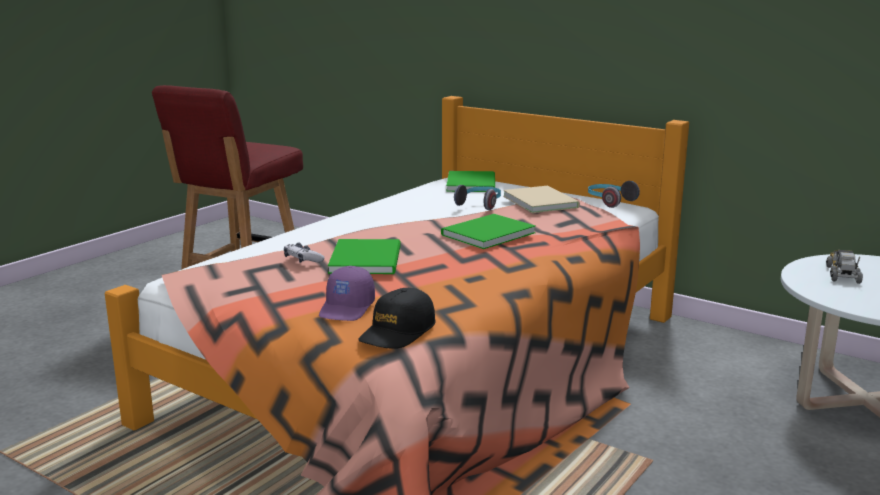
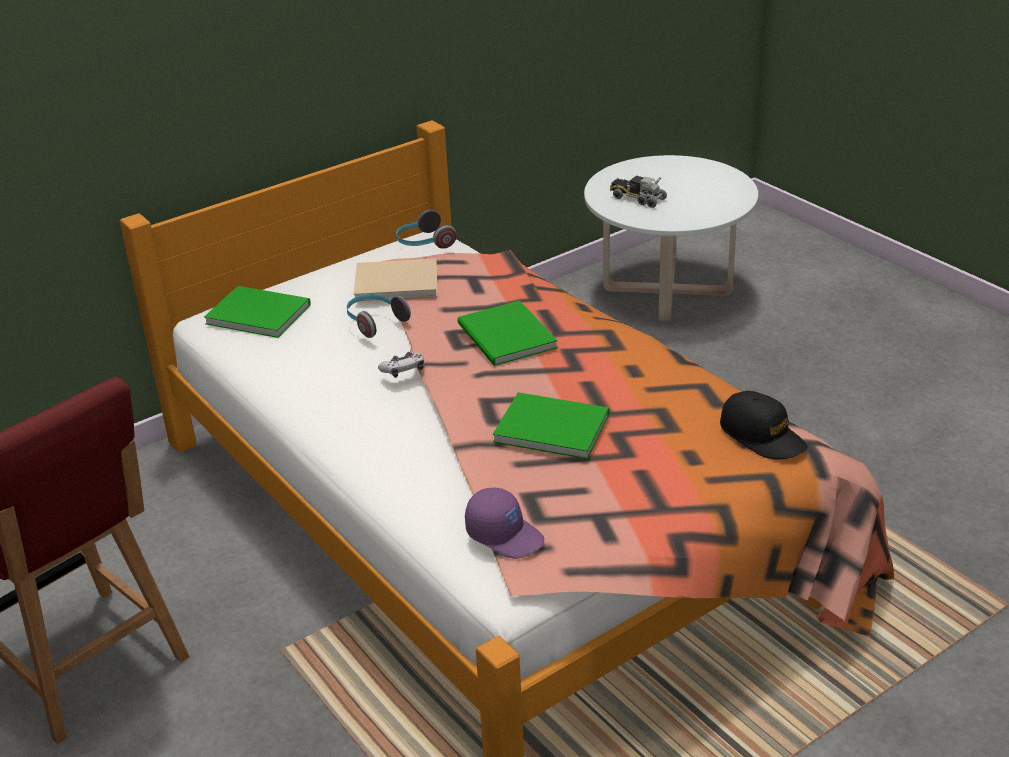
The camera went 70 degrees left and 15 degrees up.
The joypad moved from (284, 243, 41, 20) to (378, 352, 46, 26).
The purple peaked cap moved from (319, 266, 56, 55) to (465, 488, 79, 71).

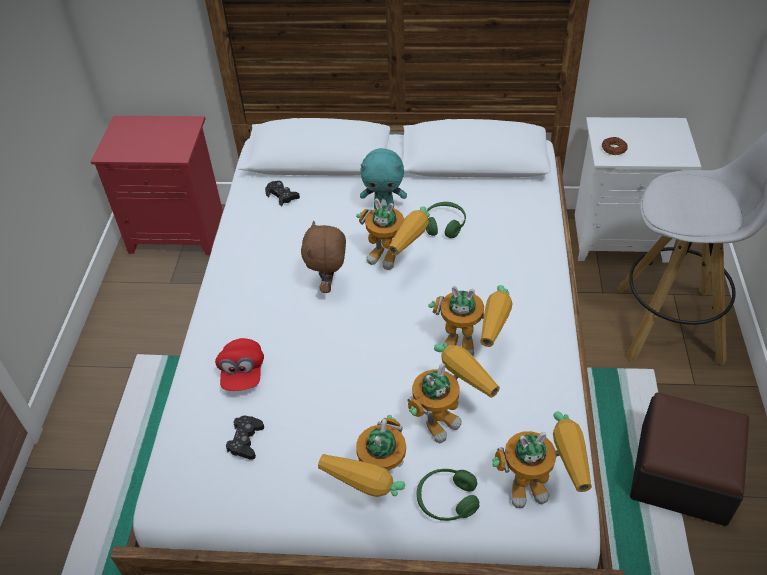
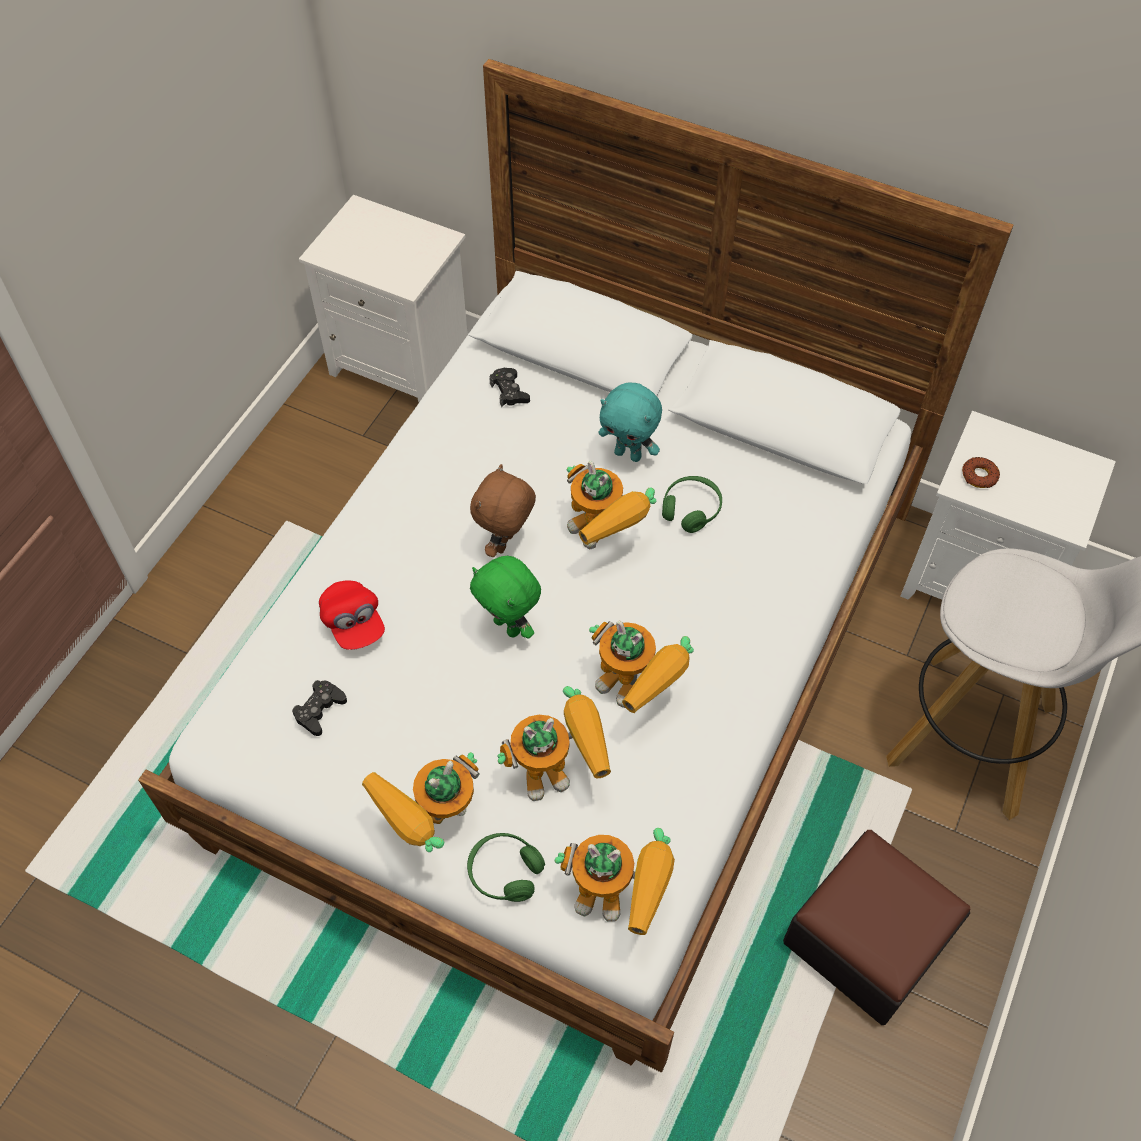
The camera went 20 degrees right and 10 degrees up.
The red bedside table at (91, 116, 132, 139) became the white-coloured bedside table at (299, 195, 169, 207).
The red peaked cap at (215, 338, 49, 53) turned 45 degrees counterclockwise.
The greenish soft toy at (470, 556, 71, 83) appeared.

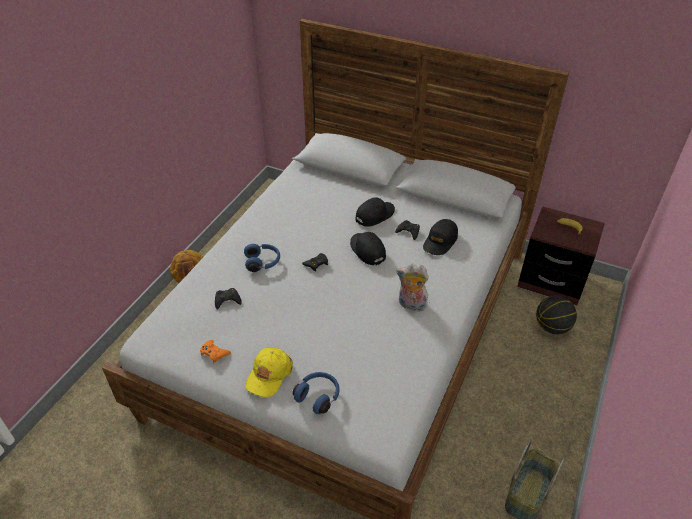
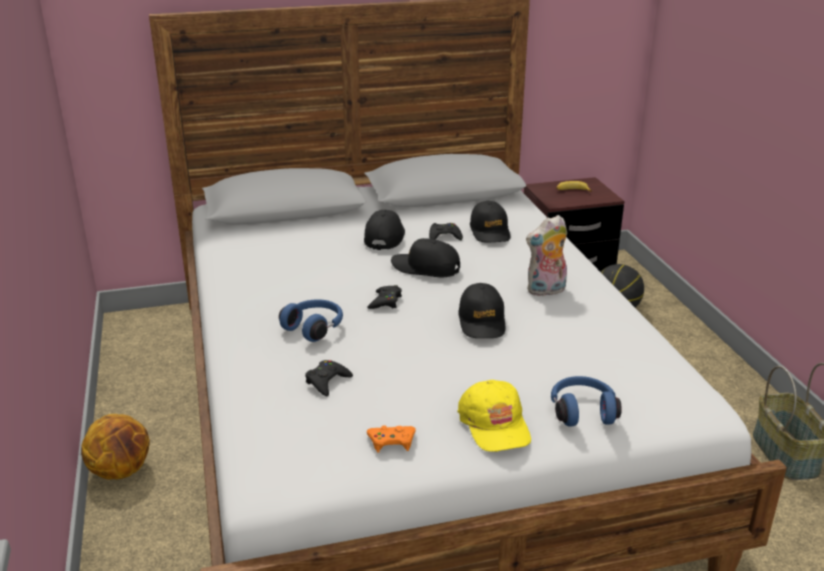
The camera went 40 degrees left and 15 degrees down.
The black peaked cap at (458, 283, 47, 55) appeared.

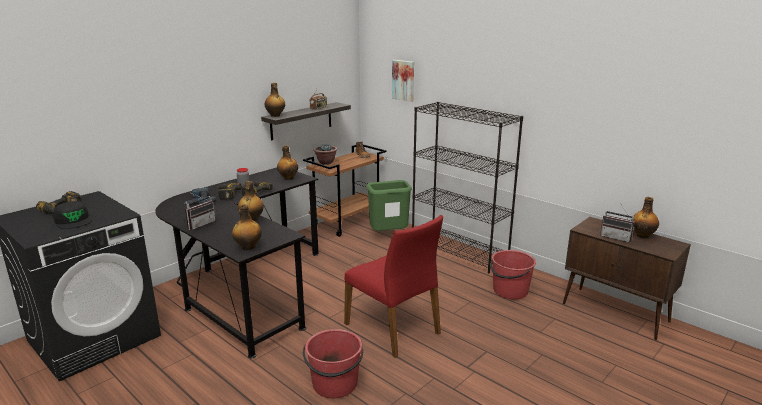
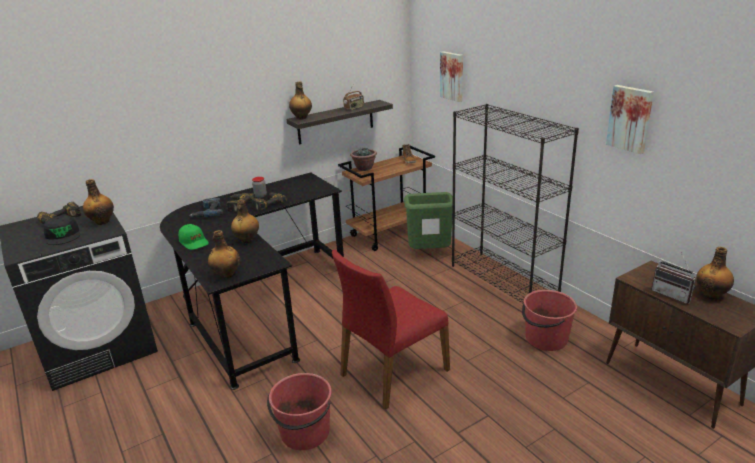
The camera went 15 degrees right and 5 degrees up.
The bottle moved from (277, 146, 21, 34) to (83, 179, 31, 46).
The radio at (185, 192, 30, 38) was replaced by the greenish peaked cap at (178, 224, 31, 26).
The red chair at (344, 215, 99, 143) turned 75 degrees clockwise.
The picture at (606, 85, 48, 69) appeared.

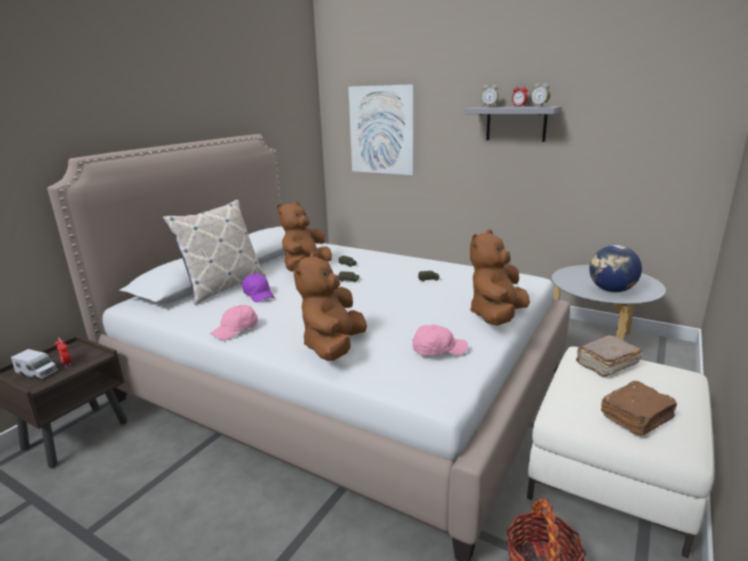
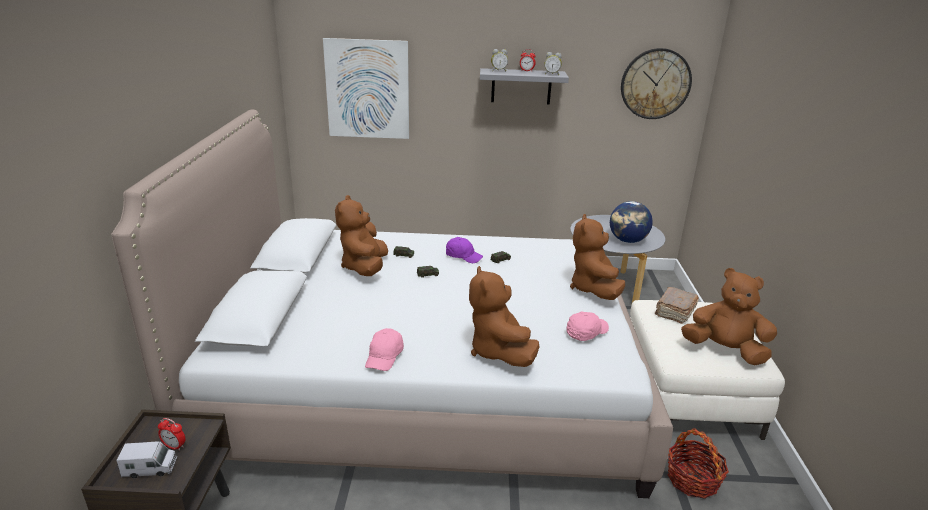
The camera went 30 degrees left and 5 degrees up.
The throw pillow at (162, 200, 104, 105) disappeared.
The purple peaked cap moved from (242, 273, 32, 29) to (446, 237, 37, 26).
The brown bound book at (601, 381, 76, 55) was replaced by the brown soft toy at (681, 268, 96, 97).
The hanging clock at (621, 48, 71, 71) appeared.

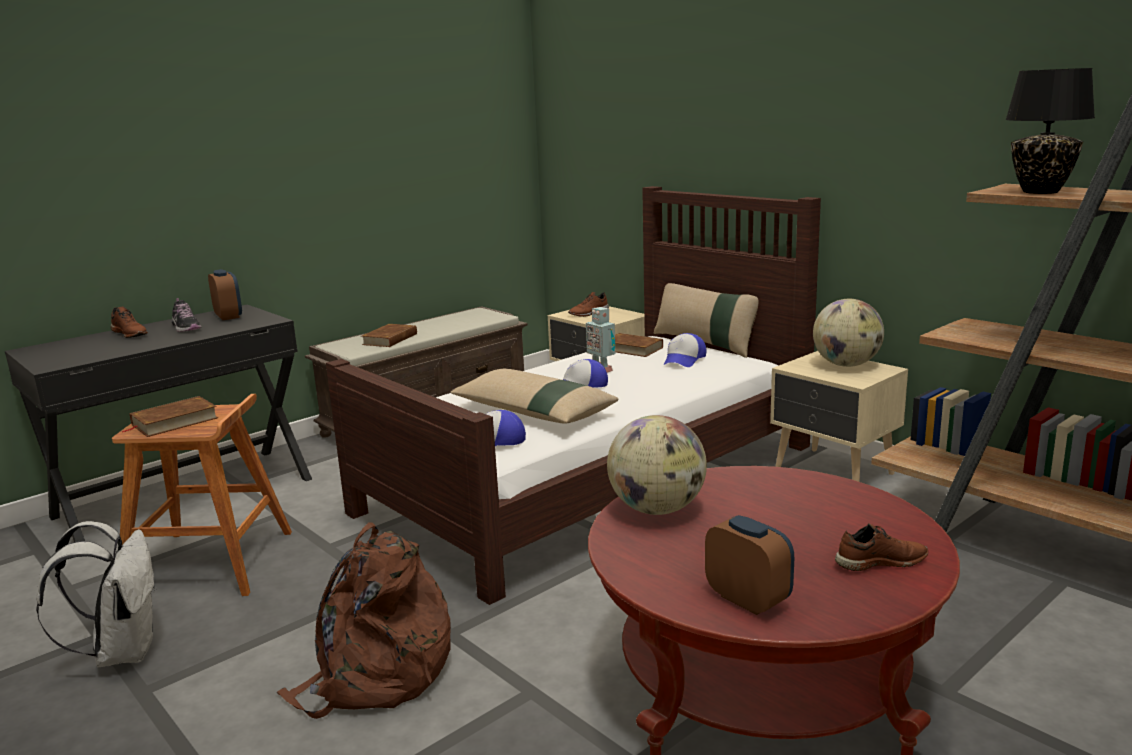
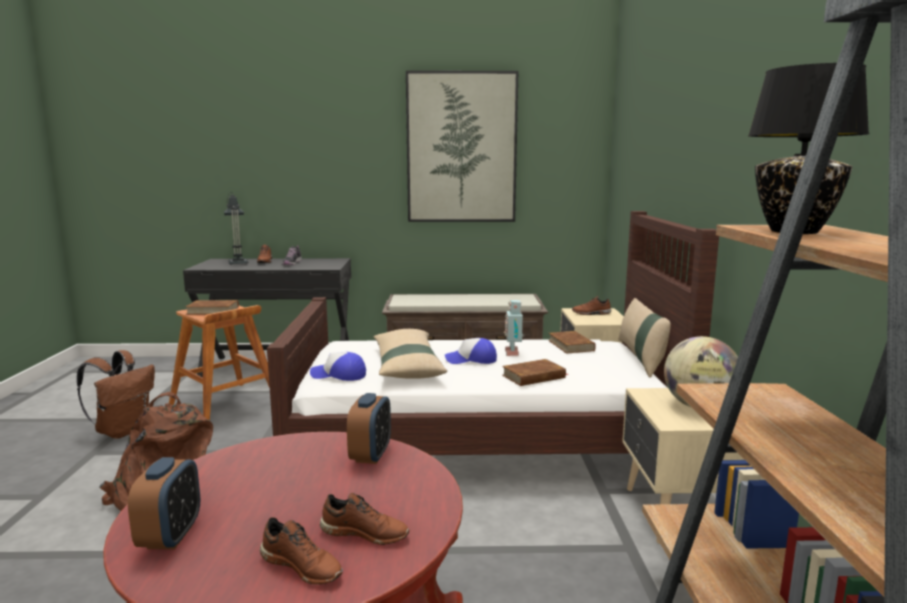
The camera went 40 degrees right and 5 degrees down.
The alarm clock moved from (208, 269, 34, 51) to (347, 393, 44, 71).
The brown bound book moved from (361, 324, 56, 23) to (502, 359, 67, 27).
The peaked cap at (664, 333, 42, 34) disappeared.
The desk globe at (607, 415, 100, 100) disappeared.
The white-coloured backpack at (36, 521, 121, 146) became the brown backpack at (77, 350, 78, 89).
The picture at (406, 70, 112, 152) appeared.
The tabletop lamp at (224, 192, 24, 73) appeared.
The brown low shoe at (320, 493, 90, 52) appeared.

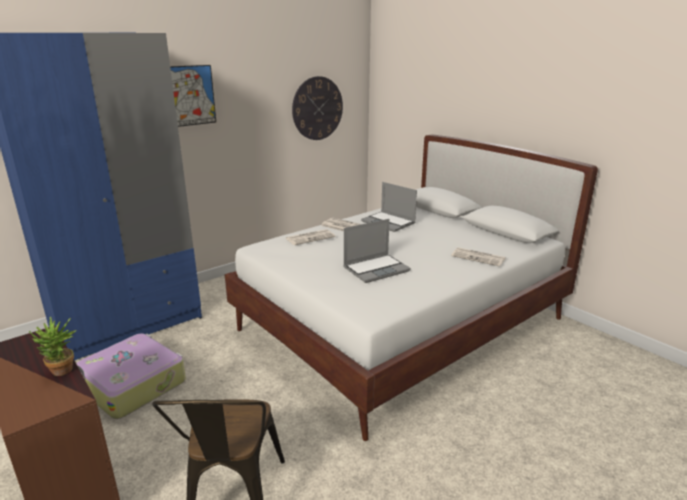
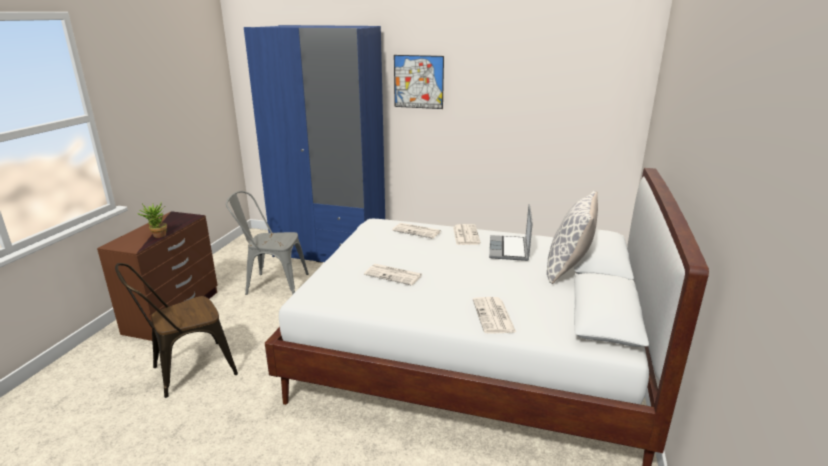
The camera went 55 degrees right and 0 degrees up.
The hanging clock at (292, 76, 51, 64) disappeared.
The notebook computer at (343, 219, 68, 64) was replaced by the printed paper at (364, 264, 58, 22).
The piece of luggage at (76, 333, 110, 86) was replaced by the grey chair at (226, 191, 83, 104).
The throw pillow at (547, 191, 51, 93) appeared.

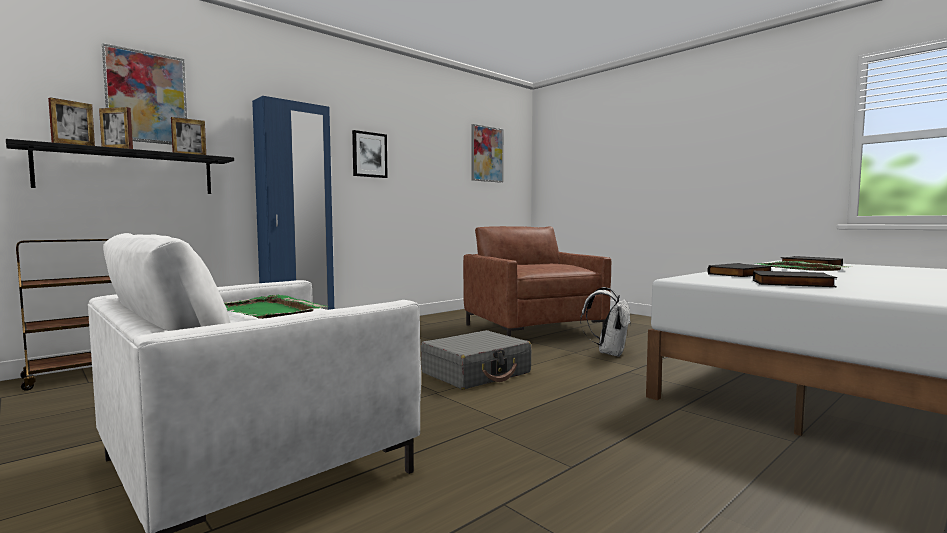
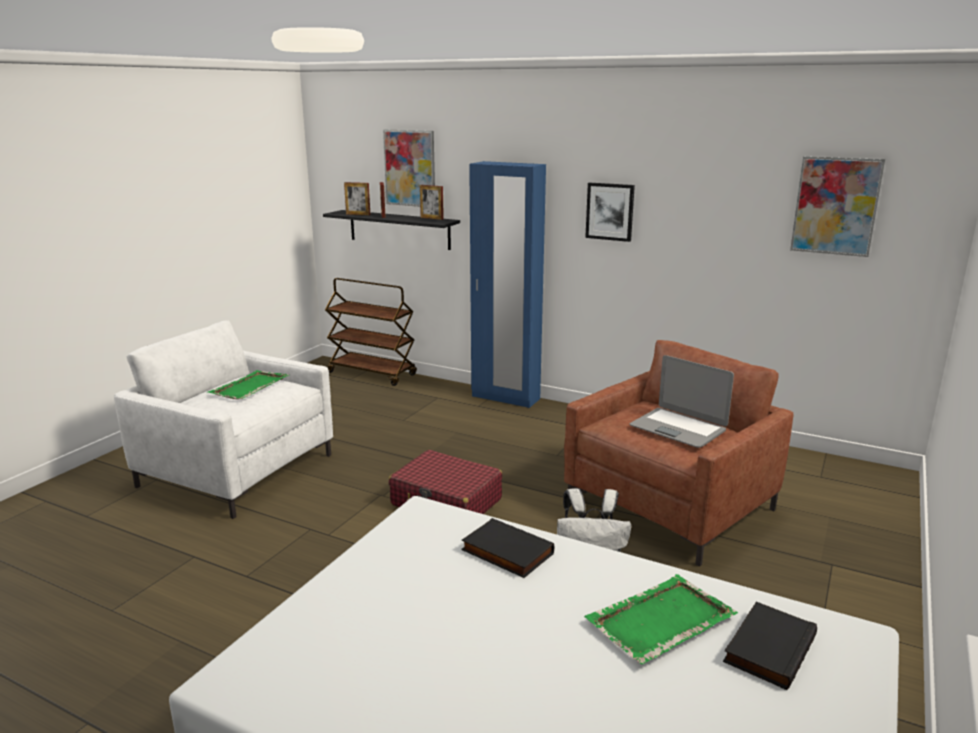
The camera went 70 degrees right and 15 degrees up.
The black bound book at (753, 271, 84, 16) disappeared.
The grey piece of luggage at (421, 330, 110, 59) became the red piece of luggage at (389, 450, 113, 64).
The notebook computer at (630, 355, 104, 93) appeared.

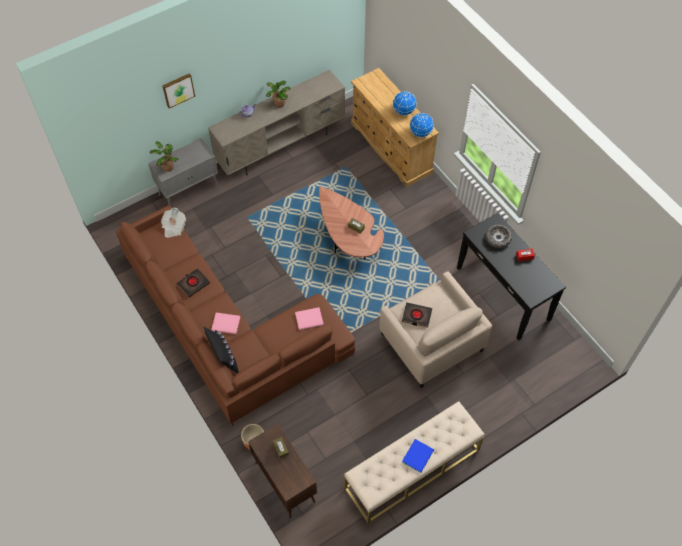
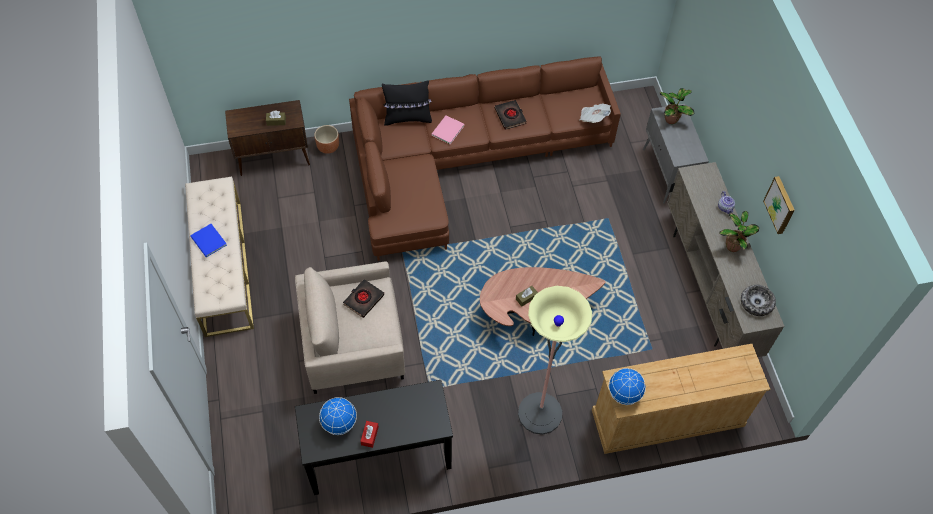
The camera went 110 degrees right and 0 degrees up.
The picture moved from (162, 73, 33, 36) to (763, 176, 32, 58).
The desk globe moved from (393, 91, 24, 24) to (319, 397, 38, 38).
The bowl moved from (486, 225, 26, 23) to (741, 285, 35, 31).
The pinkish bound book at (295, 307, 29, 23) disappeared.
The floor lamp at (518, 286, 74, 149) appeared.

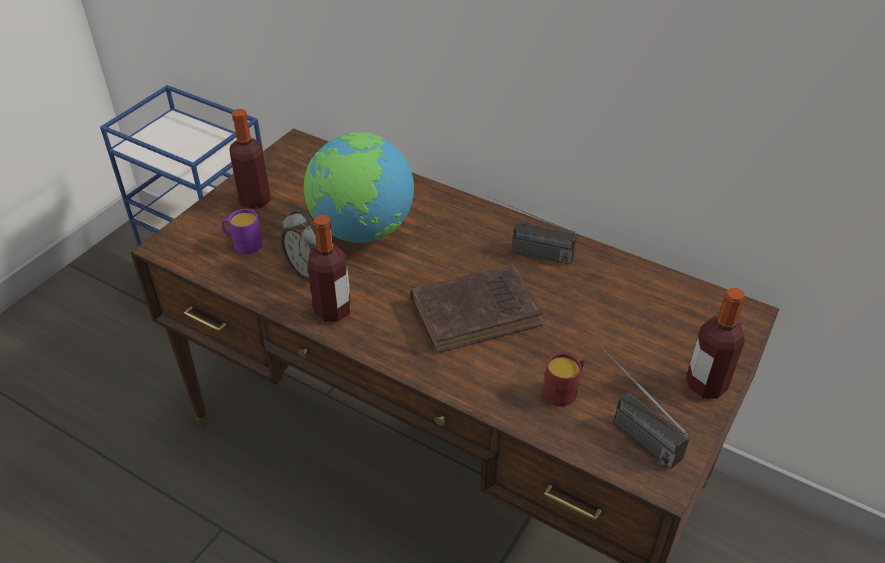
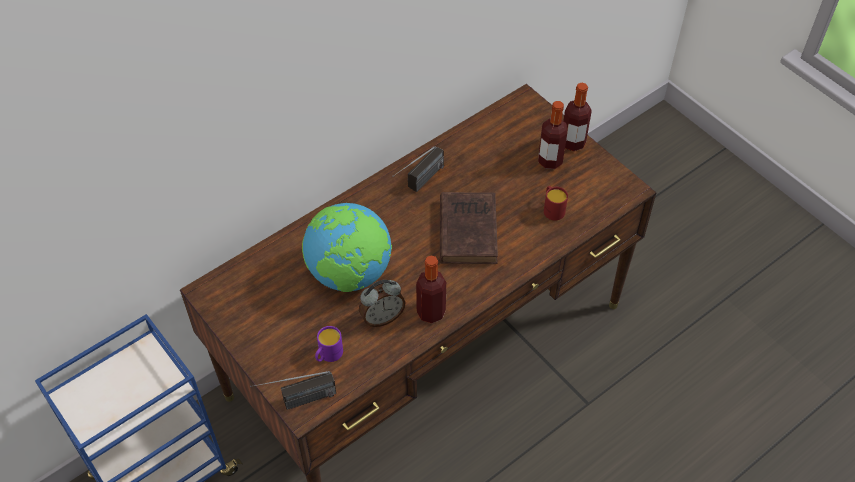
The camera went 70 degrees left and 10 degrees up.
The bottle moved from (229, 109, 42, 100) to (538, 101, 29, 68).
The radio moved from (602, 348, 88, 121) to (250, 371, 86, 39).

